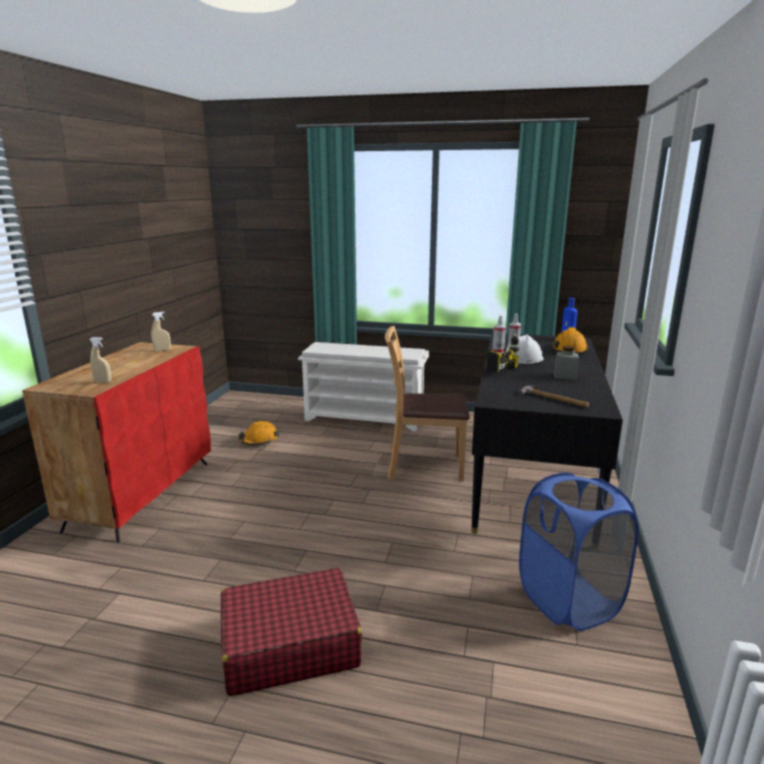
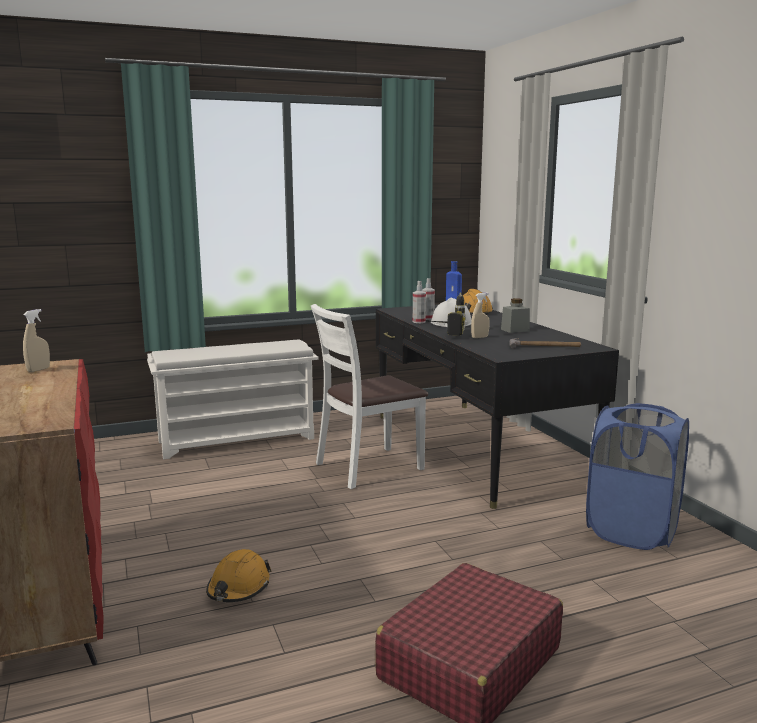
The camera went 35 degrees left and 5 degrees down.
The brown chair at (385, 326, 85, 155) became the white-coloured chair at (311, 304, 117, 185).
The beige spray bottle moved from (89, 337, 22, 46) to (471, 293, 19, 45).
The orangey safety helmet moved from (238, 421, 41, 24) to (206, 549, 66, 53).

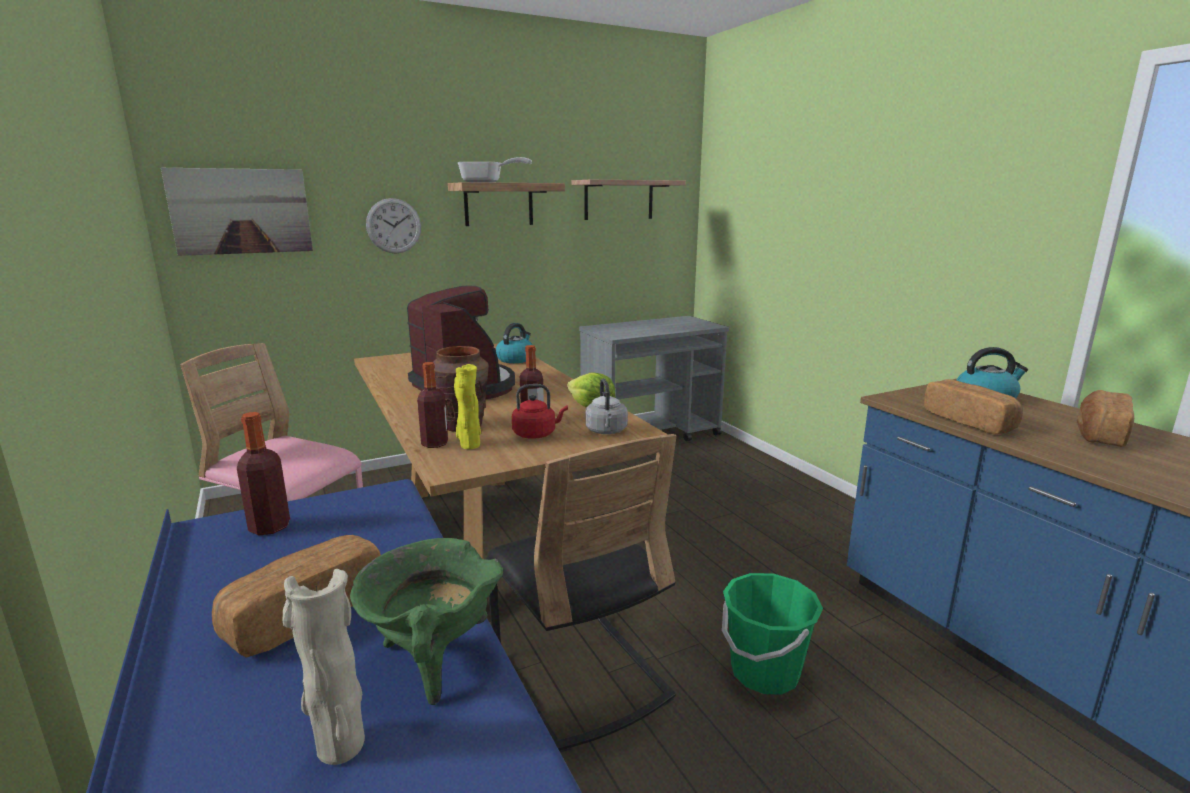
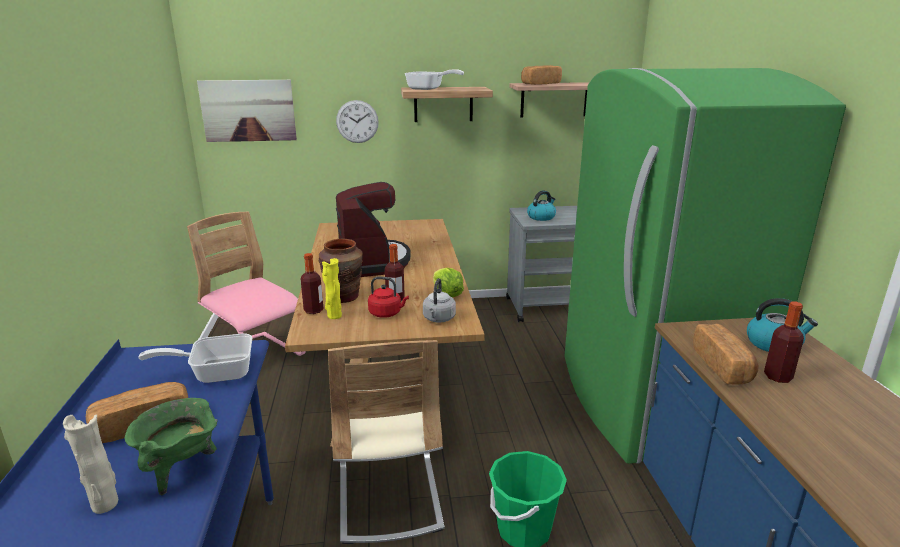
The camera went 20 degrees right and 5 degrees up.
The tea kettle moved from (496, 323, 37, 40) to (527, 190, 29, 31).
The bakery bread moved from (1077, 390, 57, 57) to (521, 65, 41, 20).
The bottle moved from (237, 412, 53, 123) to (764, 301, 40, 82).
The black chair at (486, 434, 191, 318) became the beige chair at (328, 340, 117, 204).
The greenish refrigerator at (564, 68, 282, 396) appeared.
The pan at (138, 333, 114, 50) appeared.

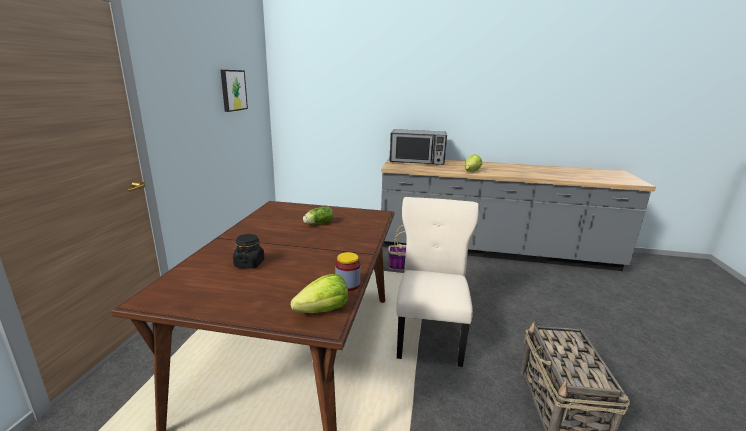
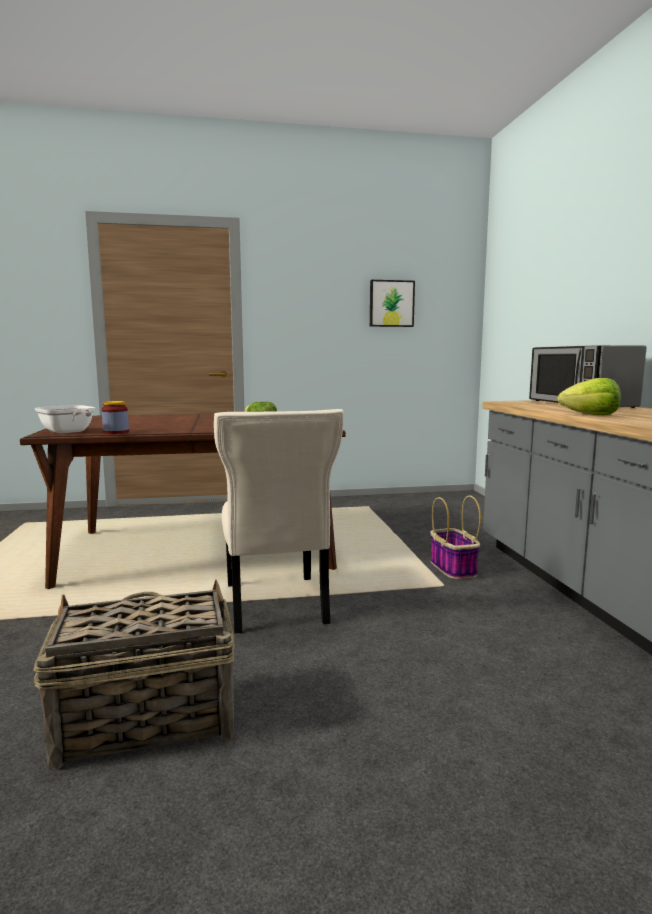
The camera went 70 degrees right and 10 degrees down.
The beige chair at (396, 197, 83, 170) turned 90 degrees clockwise.
The black storage jar at (233, 234, 32, 35) disappeared.
The head of lettuce at (291, 274, 57, 39) was replaced by the pan at (34, 405, 61, 29).

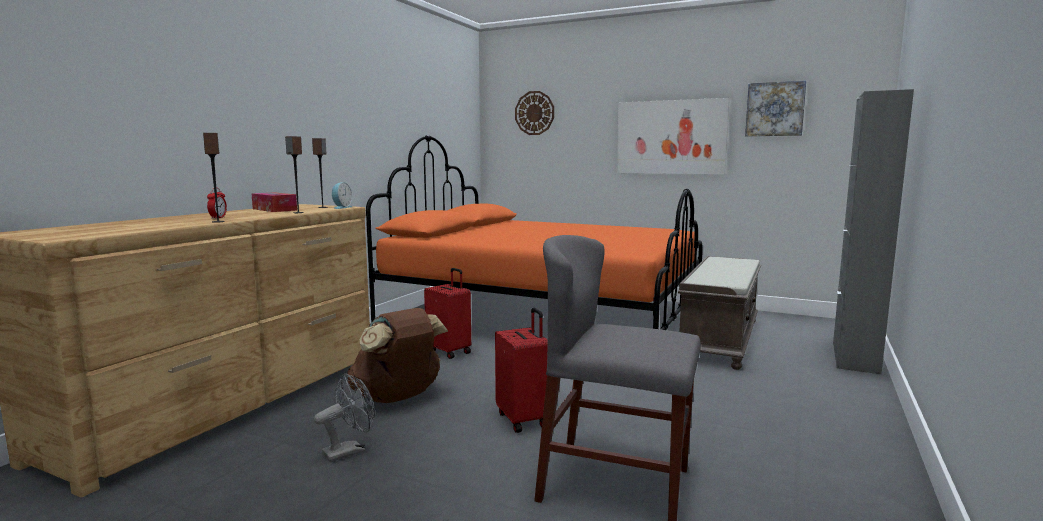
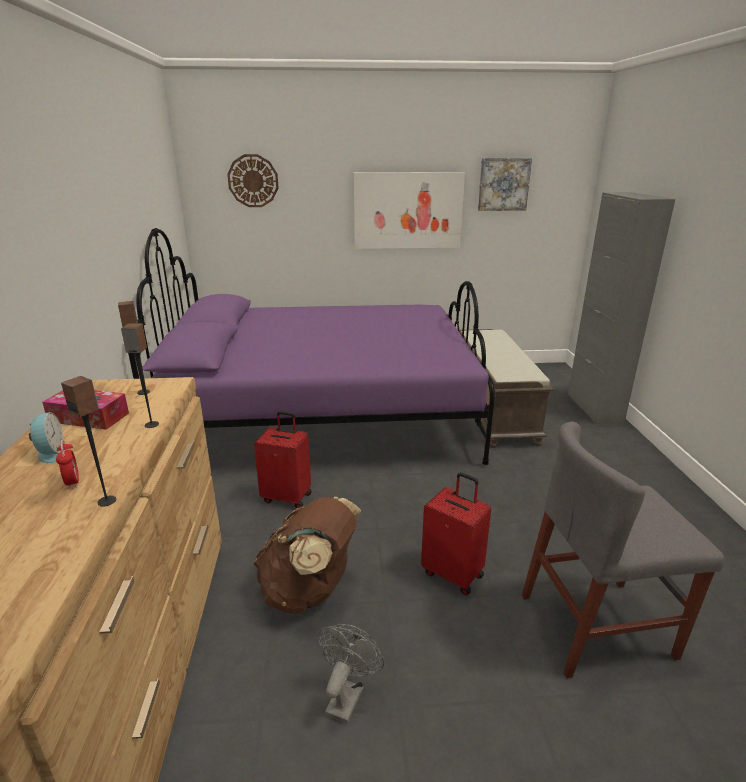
The camera went 30 degrees left and 15 degrees up.
The orangey bedroom bed at (366, 136, 337, 194) became the purple bedroom bed at (128, 228, 367, 237).
The alarm clock moved from (332, 182, 20, 27) to (29, 412, 36, 52).

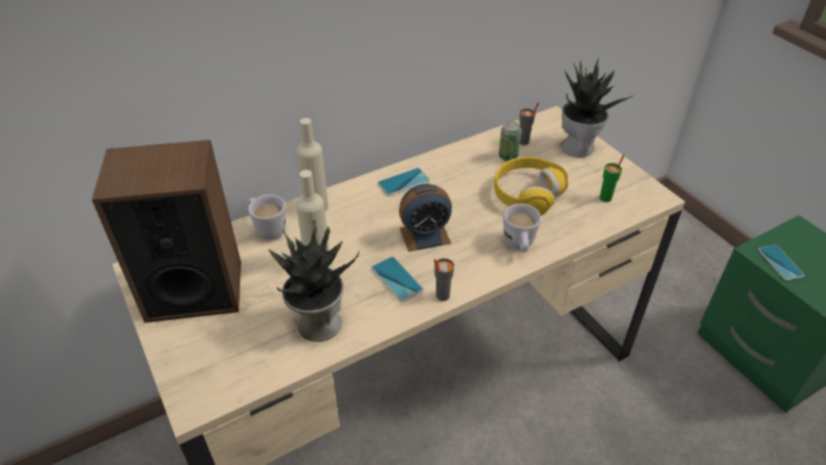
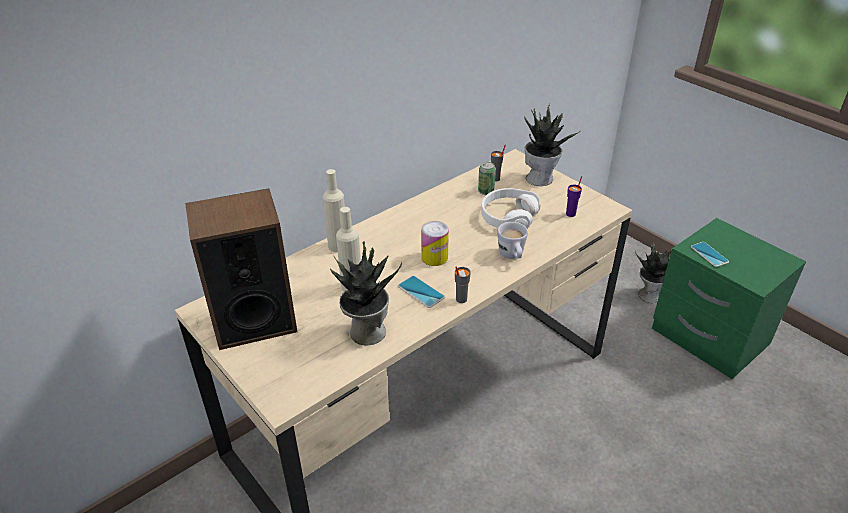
The camera went 10 degrees left and 5 degrees down.
The greenish drinking cup at (600, 154, 24, 48) became the purple drinking cup at (566, 176, 16, 41).
The yellow-coloured headset at (494, 157, 74, 58) became the white-coloured headset at (481, 188, 59, 41).
The handset at (377, 168, 53, 28) disappeared.
The alarm clock at (399, 184, 53, 68) was replaced by the sealed can at (421, 221, 28, 45).
The white-coloured mug at (248, 194, 38, 46) disappeared.
The potted plant at (635, 241, 40, 62) appeared.

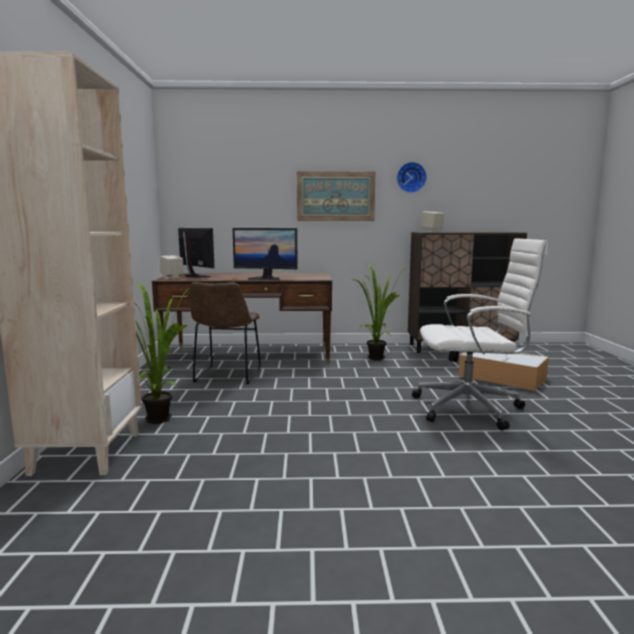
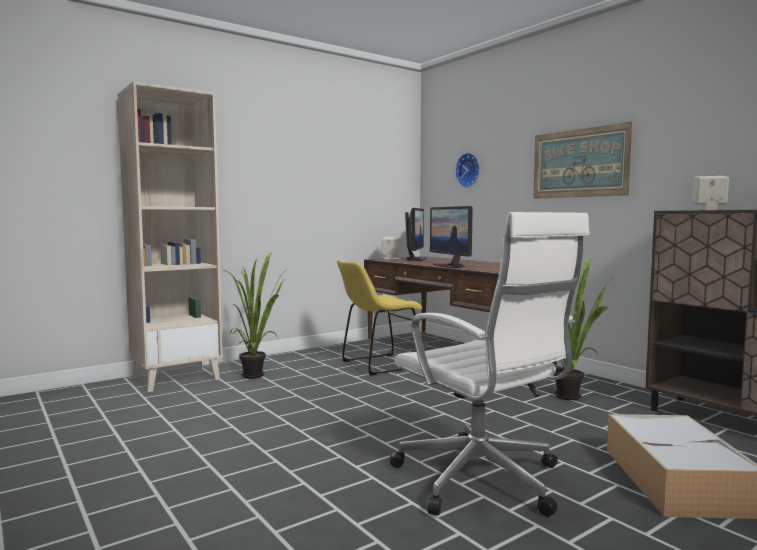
The camera went 55 degrees right and 5 degrees down.
The hanging clock moved from (397, 162, 30, 31) to (455, 153, 25, 35).
The brown chair at (191, 282, 70, 102) became the yellow-coloured chair at (337, 259, 85, 116).

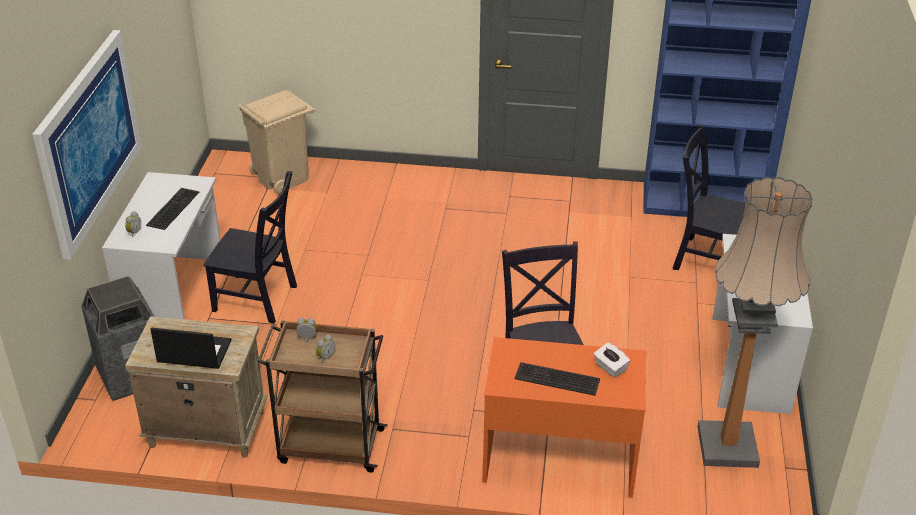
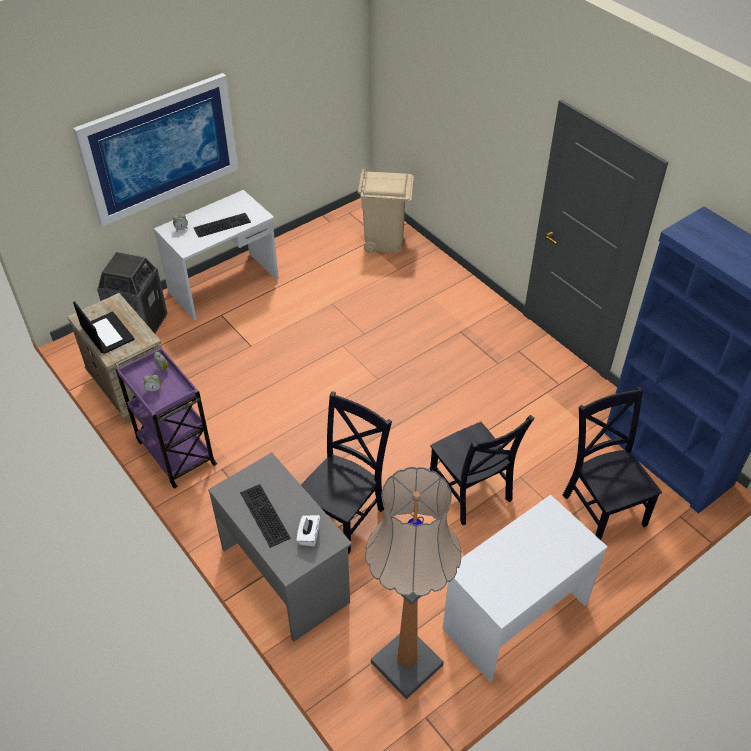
The camera went 45 degrees right and 10 degrees up.
The black chair moved from (204, 171, 93, 153) to (430, 415, 105, 110).
The brown trolley at (258, 320, 130, 153) became the purple trolley at (115, 345, 102, 144).
The orangey desk at (483, 337, 163, 161) became the grey desk at (208, 453, 144, 189).

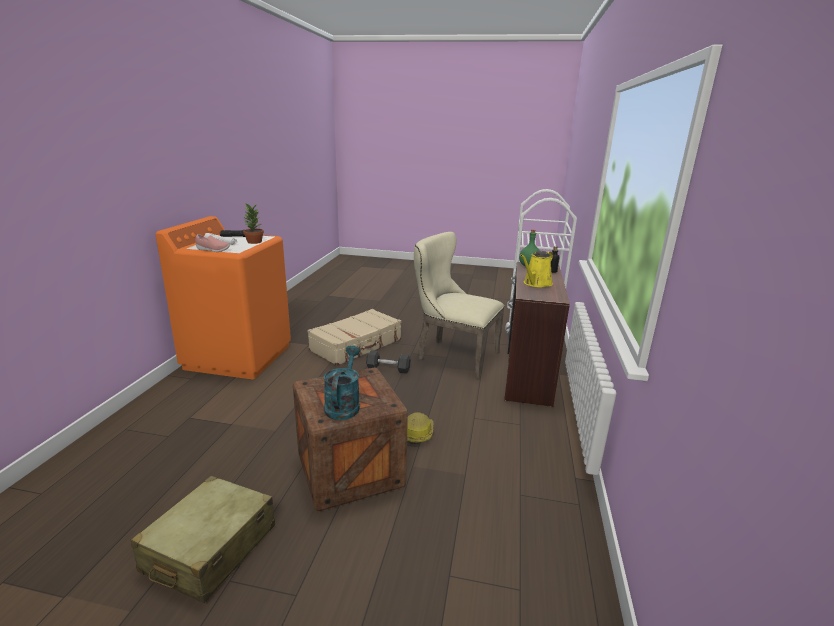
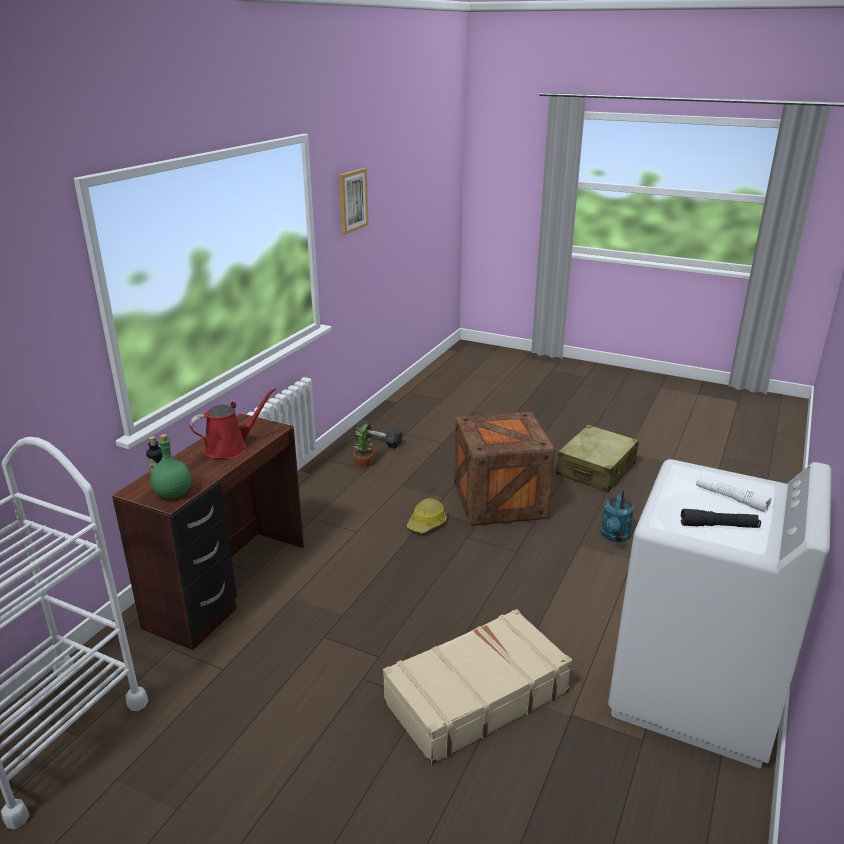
The camera went 165 degrees left and 5 degrees up.
The potted plant moved from (243, 203, 21, 41) to (353, 423, 21, 44).
The orangey washing machine at (155, 216, 136, 163) became the white-coloured washing machine at (608, 459, 224, 310).
The beige chair at (414, 232, 91, 147) disappeared.
The pinkish low shoe at (195, 234, 35, 18) disappeared.
The yellow-coloured sprinkling can at (520, 251, 33, 36) became the red sprinkling can at (190, 388, 86, 71).
The blue-green sprinkling can moved from (324, 345, 36, 75) to (601, 490, 33, 52).
The grey free weight moved from (366, 350, 45, 24) to (354, 420, 49, 29).
The picture at (339, 168, 29, 67) appeared.

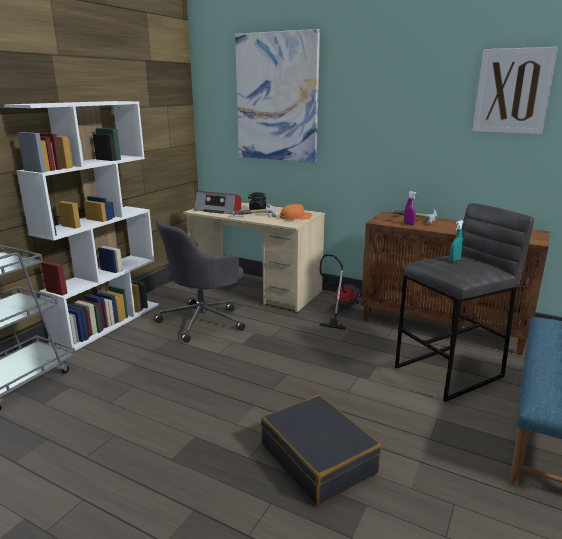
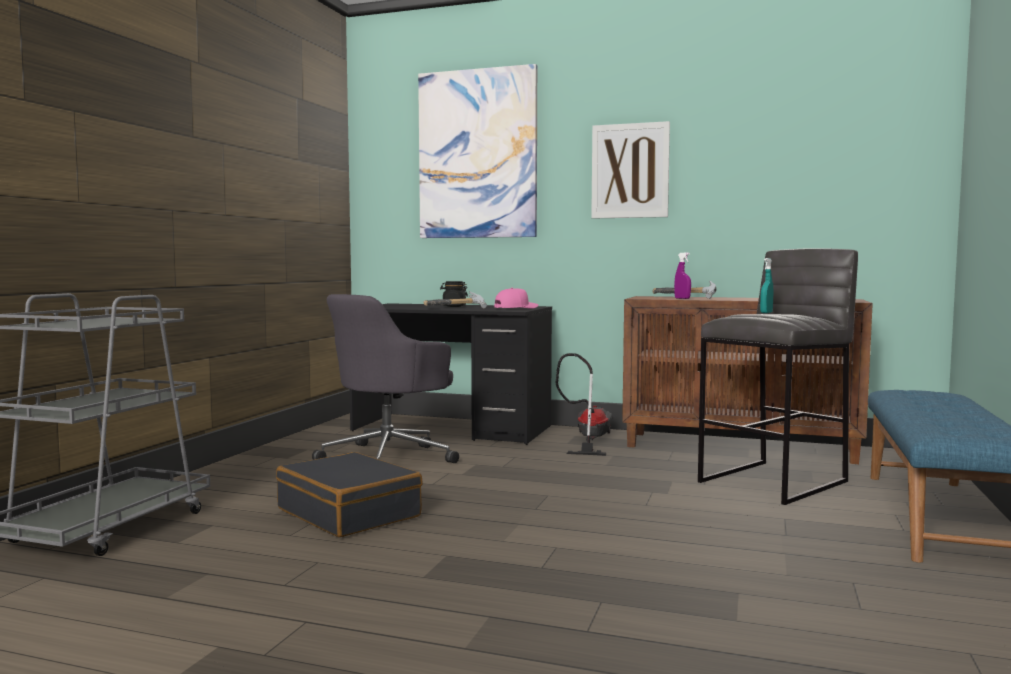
The camera went 10 degrees left and 15 degrees down.
The picture moved from (472, 47, 86, 87) to (591, 121, 79, 98).
The white-coloured shelving unit at (4, 101, 155, 251) disappeared.
The radio at (194, 191, 47, 23) disappeared.
The beige desk at (183, 202, 142, 110) became the black desk at (350, 303, 202, 142).
The orangey peaked cap at (280, 204, 32, 16) became the pinkish peaked cap at (494, 288, 44, 21).
The black piece of luggage moved from (261, 395, 121, 110) to (276, 452, 147, 85).

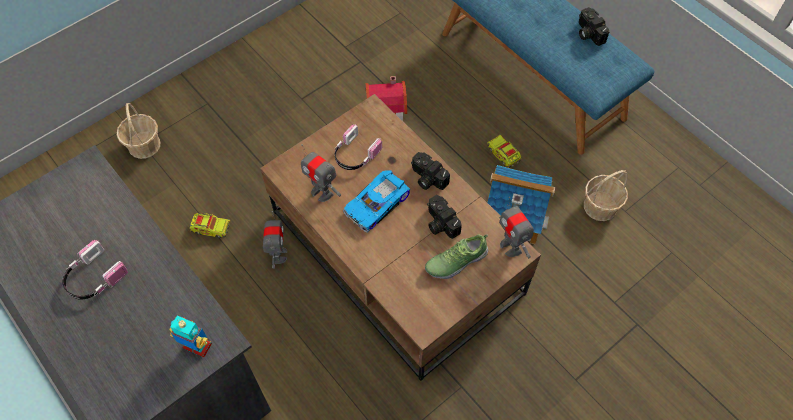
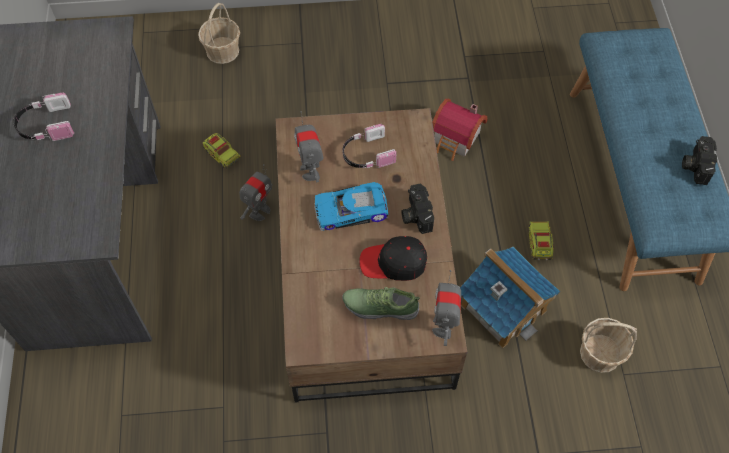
The camera went 35 degrees right and 0 degrees up.
The photo camera at (427, 195, 35, 44) was replaced by the black peaked cap at (359, 236, 68, 45).
The model robot at (170, 315, 42, 42) disappeared.

